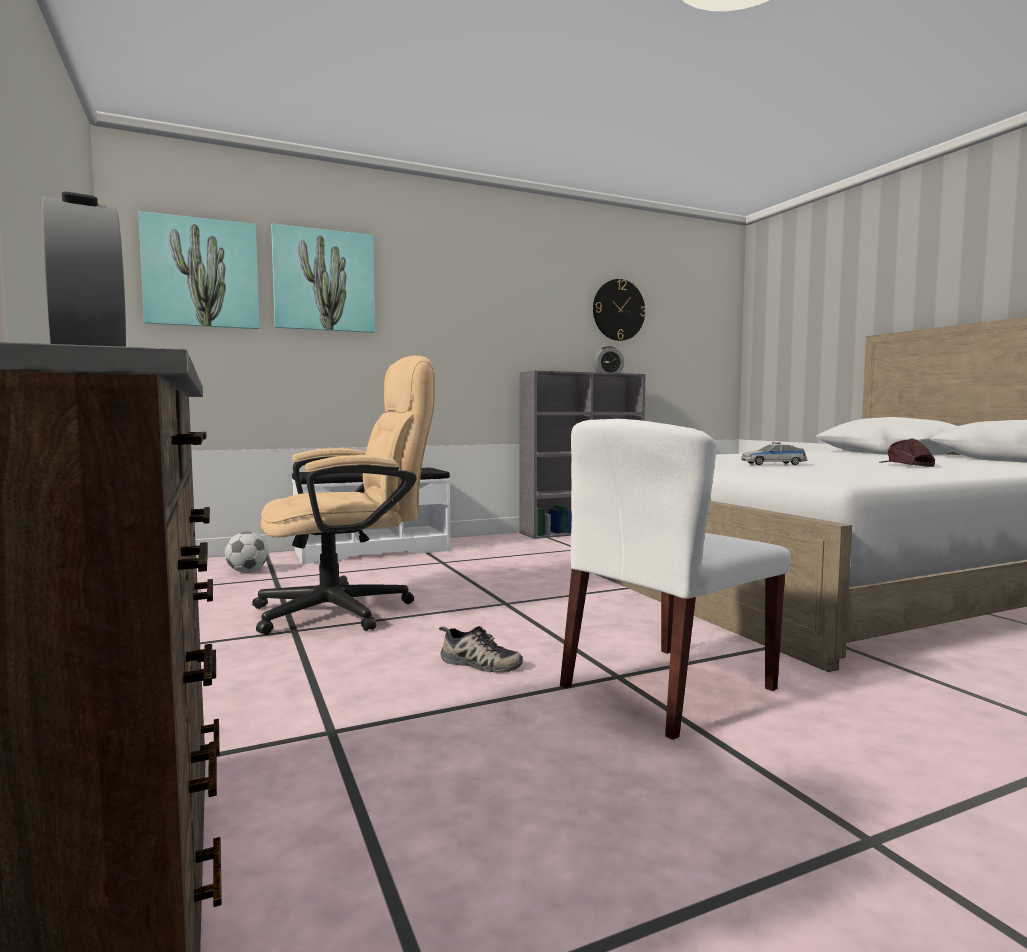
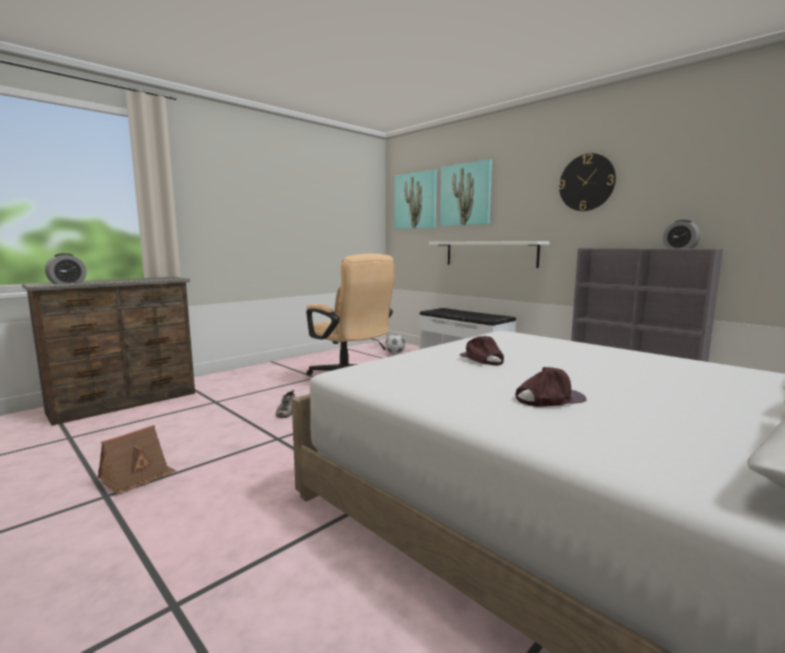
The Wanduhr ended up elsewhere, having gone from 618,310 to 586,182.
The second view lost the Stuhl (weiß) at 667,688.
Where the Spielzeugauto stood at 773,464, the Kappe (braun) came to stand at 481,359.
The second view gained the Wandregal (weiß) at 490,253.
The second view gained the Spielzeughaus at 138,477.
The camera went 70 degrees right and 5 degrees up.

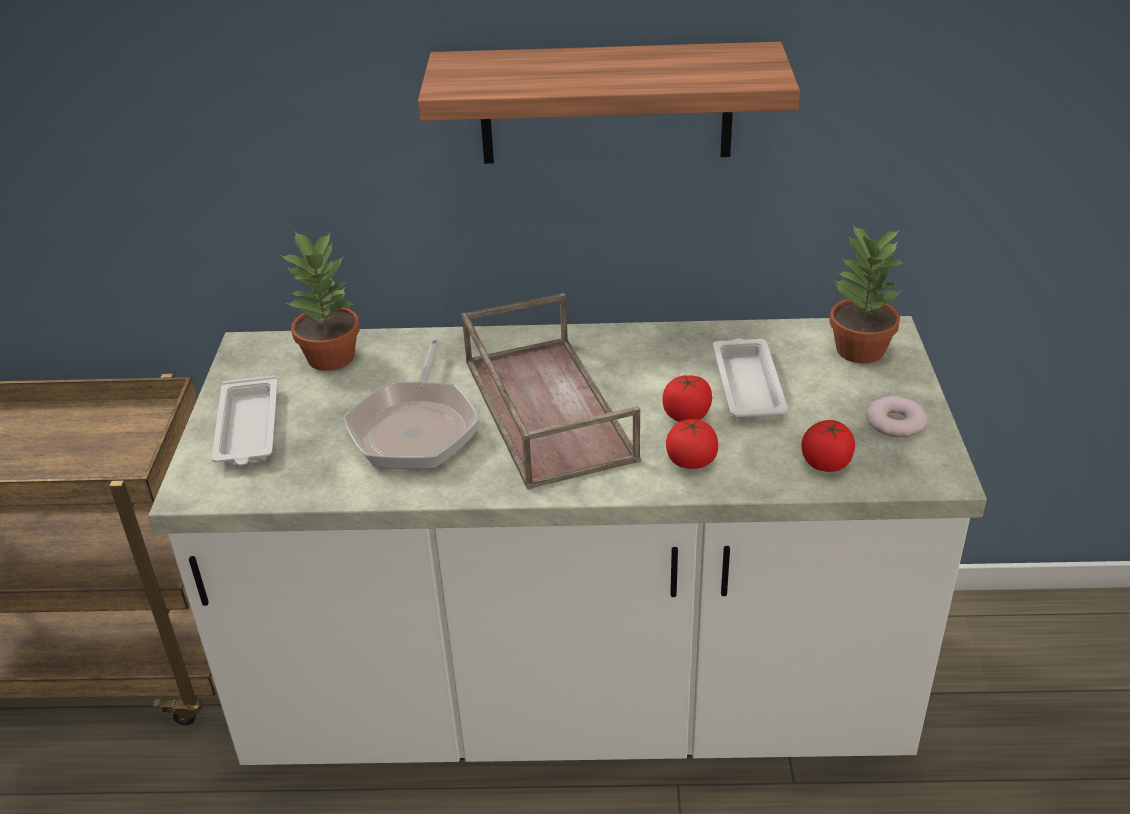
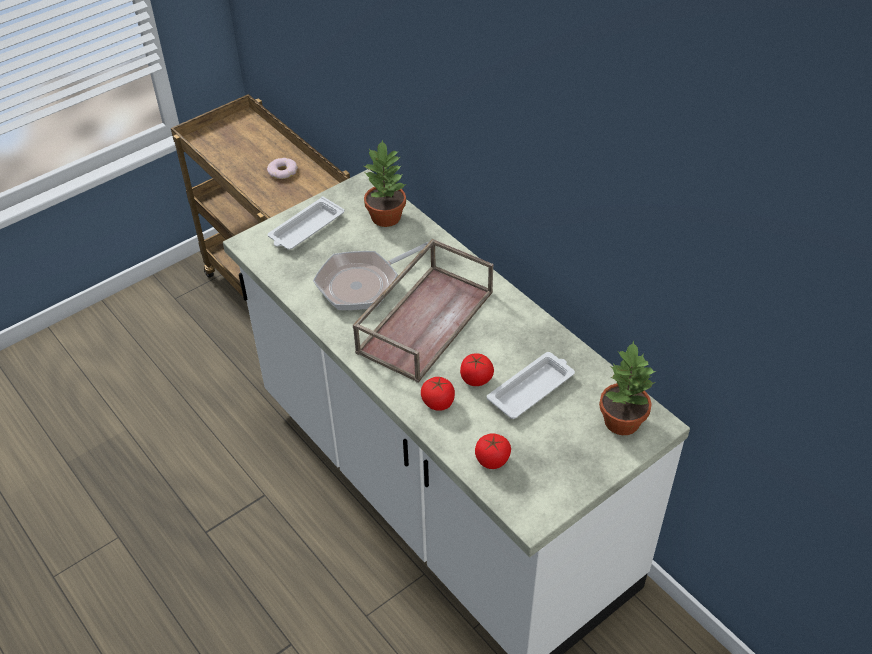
The second view lost the Wandregal at 606,104.
The Donut ended up elsewhere, having gone from 895,422 to 282,171.
The camera went 50 degrees right and 10 degrees up.

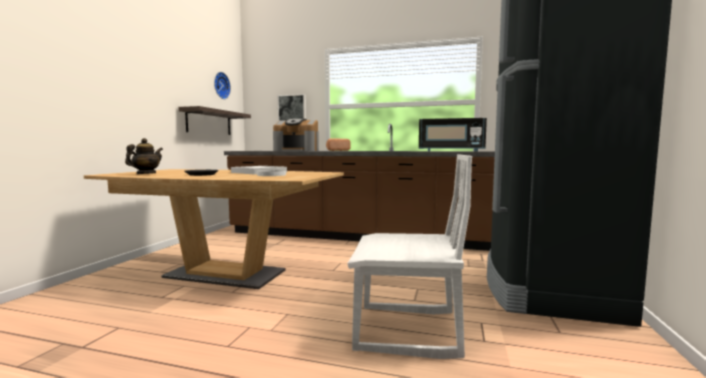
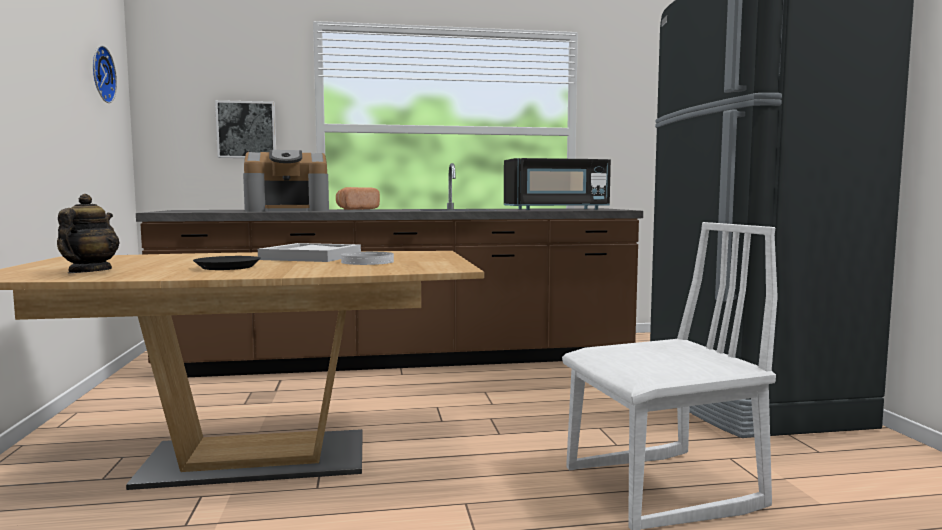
The second view lost the Wandregal at 209,122.
The camera went 25 degrees left and 0 degrees up.

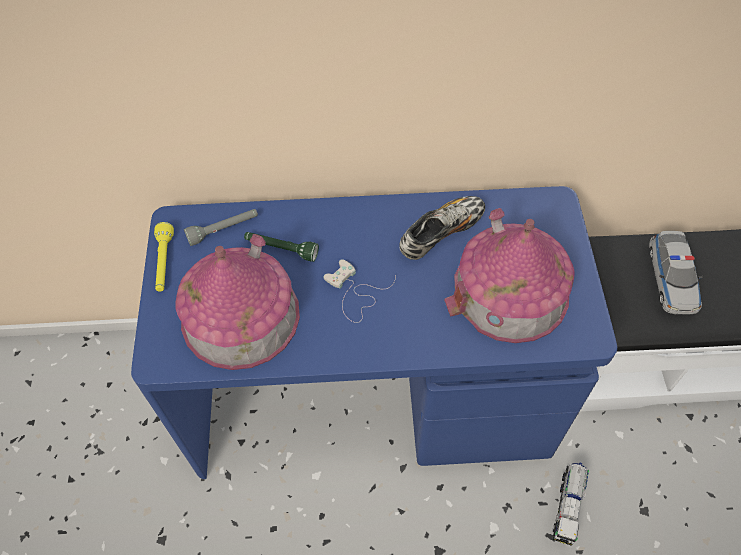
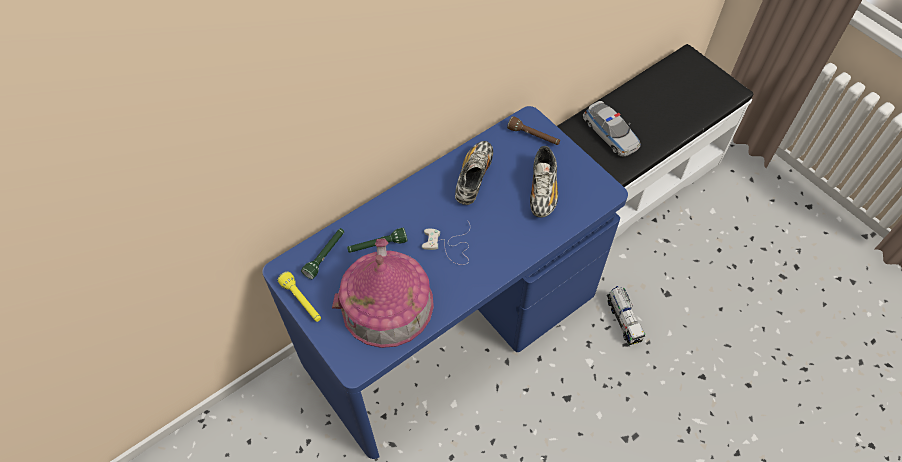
Where the Spielzeughaus stood at 510,291, the Schuh came to stand at 543,190.
What was the Taschenlampe (grau) at 223,230 turned into the Taschenlampe (grün) at 326,255.
The second view gained the Taschenlampe (braun) at 533,136.
The camera went 35 degrees left and 0 degrees up.

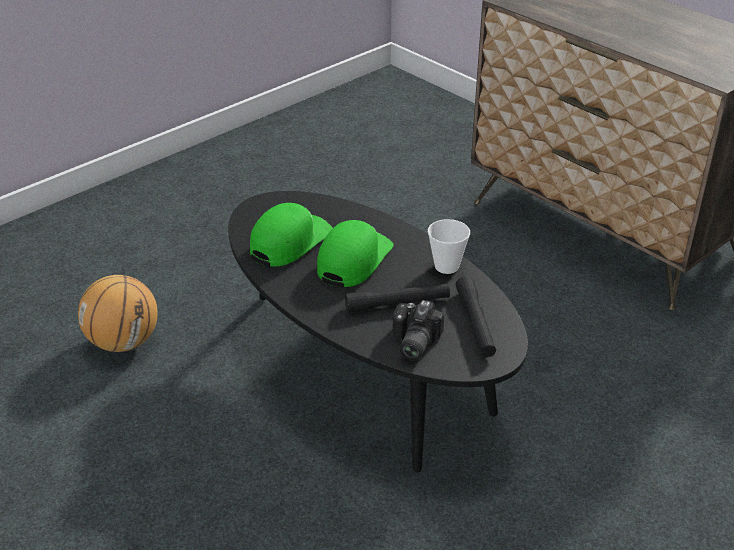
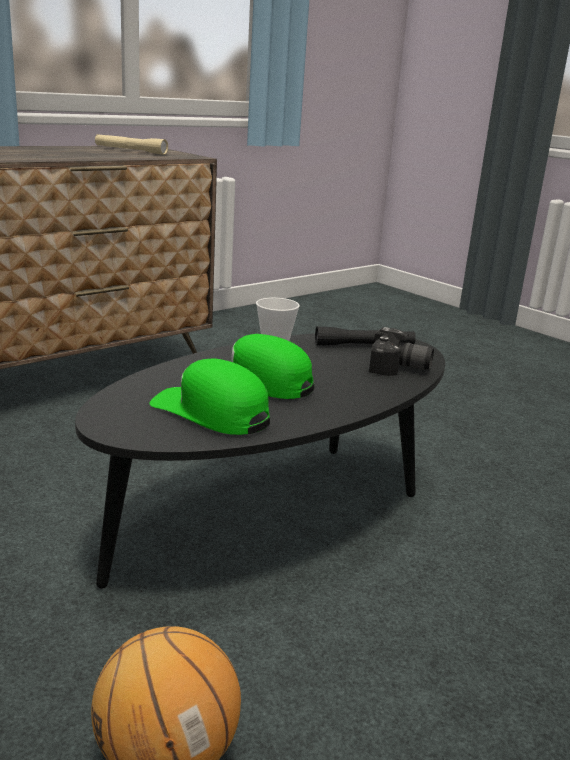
The second view lost the Taschenlampe (schwarz) at 397,304.
The second view gained the Taschenlampe (beige) at 130,151.
The camera went 90 degrees left and 15 degrees down.

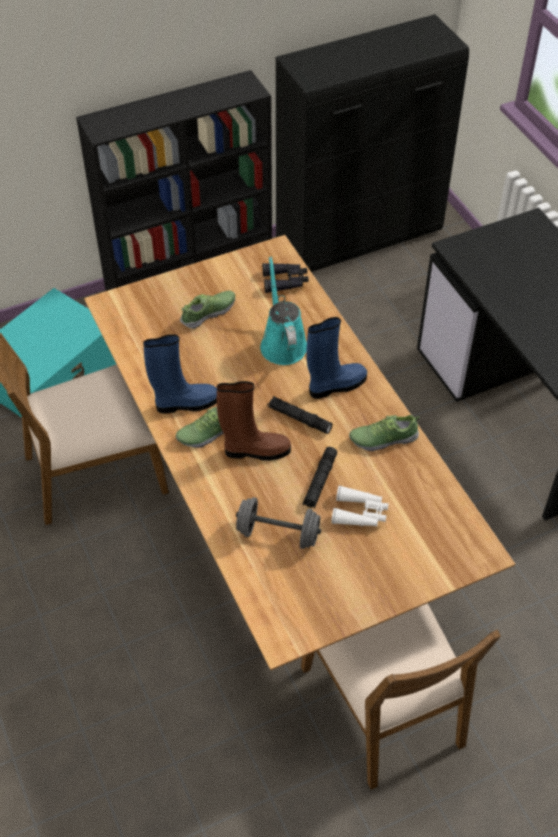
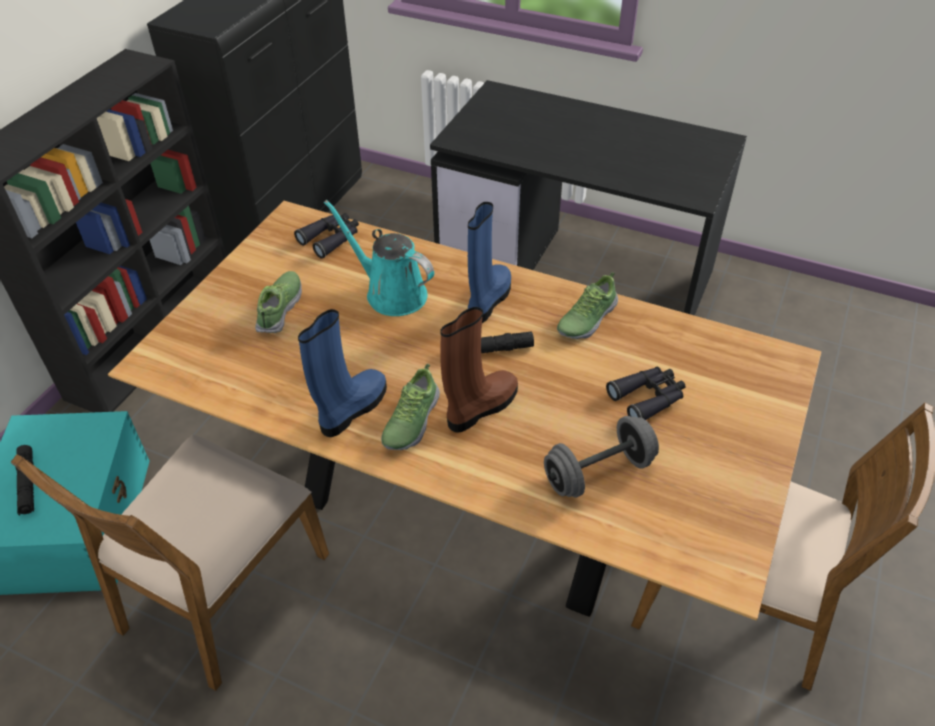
The Taschenlampe (schwarz) ended up elsewhere, having gone from 320,481 to 27,484.
What was the Fernglas (weiß) at 360,513 turned into the Fernglas (schwarz) at 648,398.
The camera went 40 degrees left and 5 degrees down.

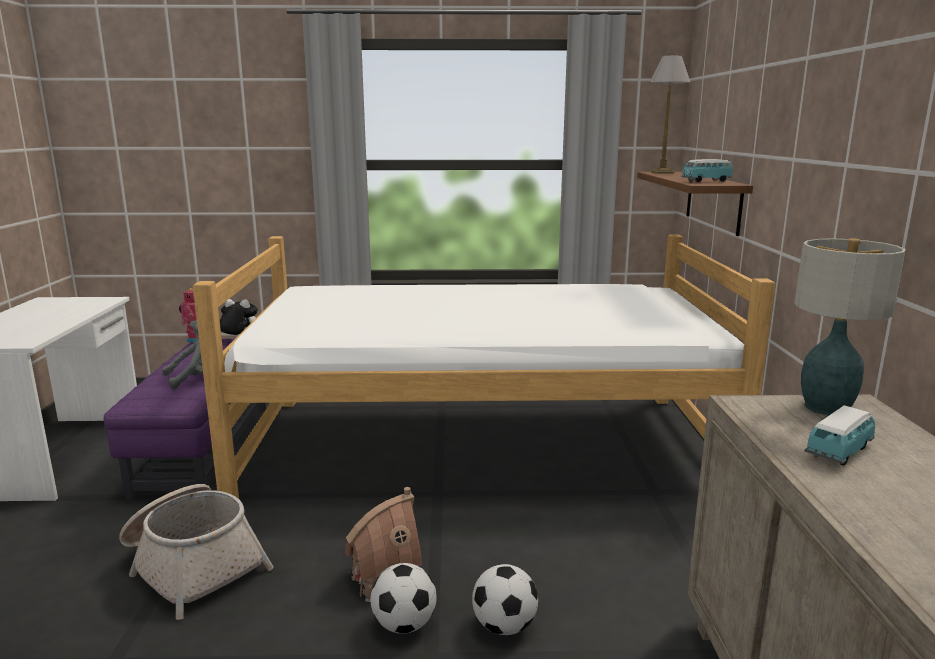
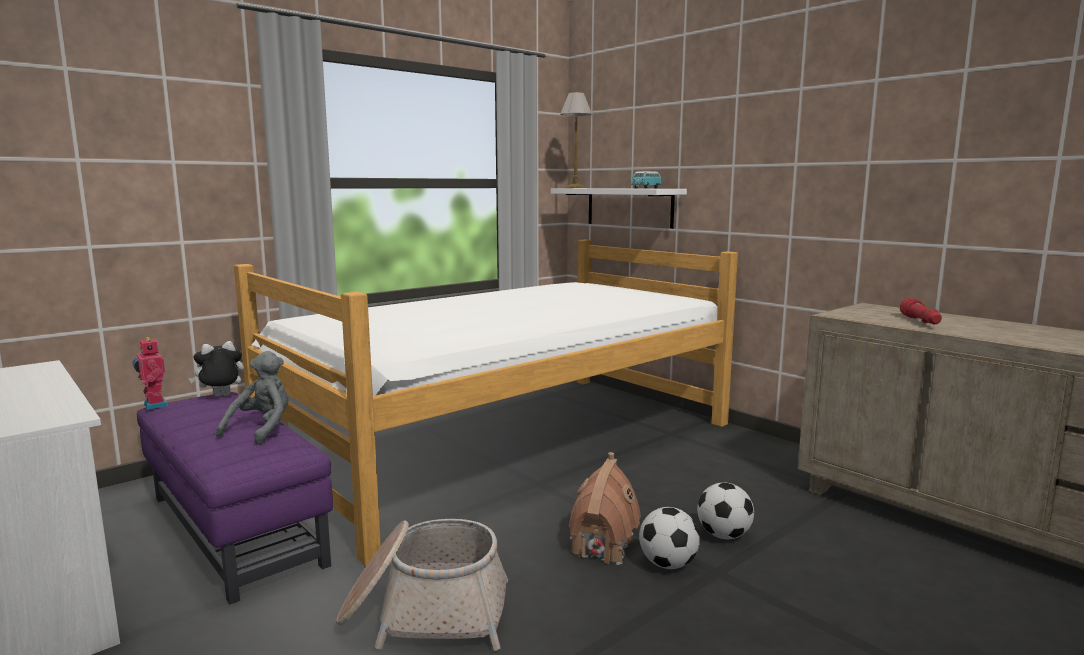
What was the Wandregal (braun) at 713,201 turned into the Wandregal (weiß) at 629,207.
The second view lost the Tischlampe at 826,408.
Where the Spielzeugauto stood at 838,451, the Taschenlampe (rot) came to stand at 921,322.
The camera went 40 degrees left and 5 degrees down.

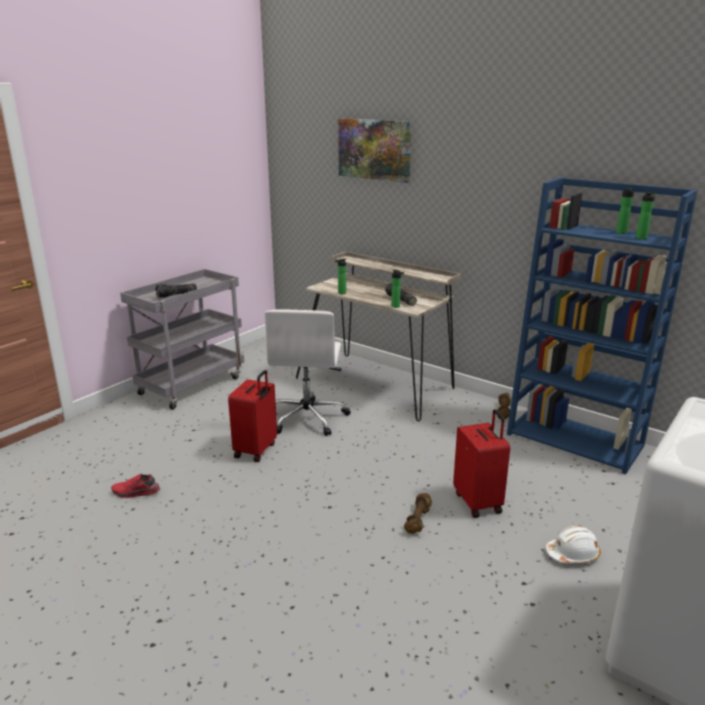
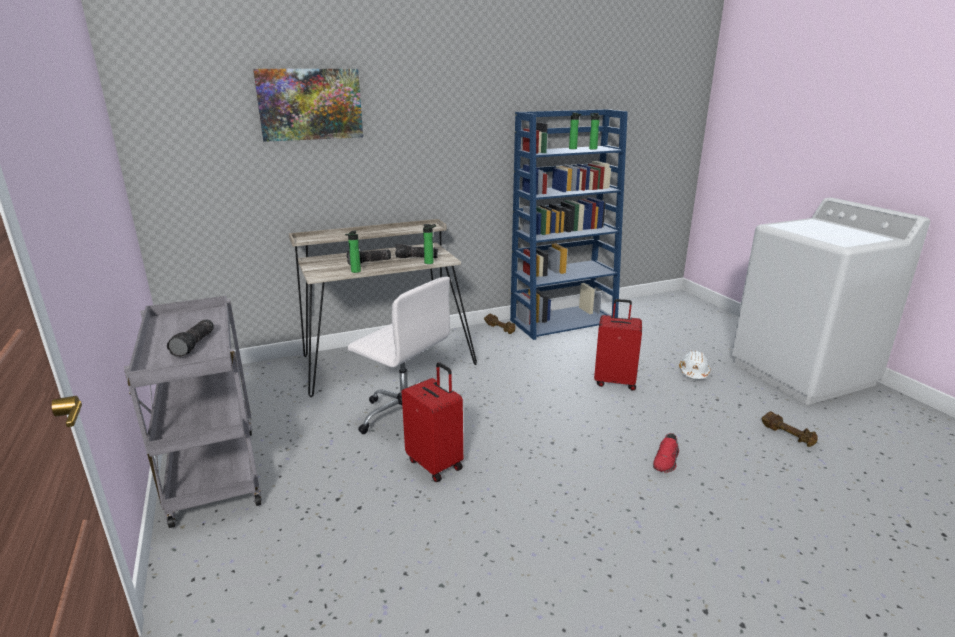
The Schuh (rot) ended up elsewhere, having gone from 135,493 to 666,461.
The Hantel (braun) ended up elsewhere, having gone from 418,520 to 788,435.
The second view gained the Taschenlampe at 369,262.
The camera went 60 degrees left and 0 degrees up.

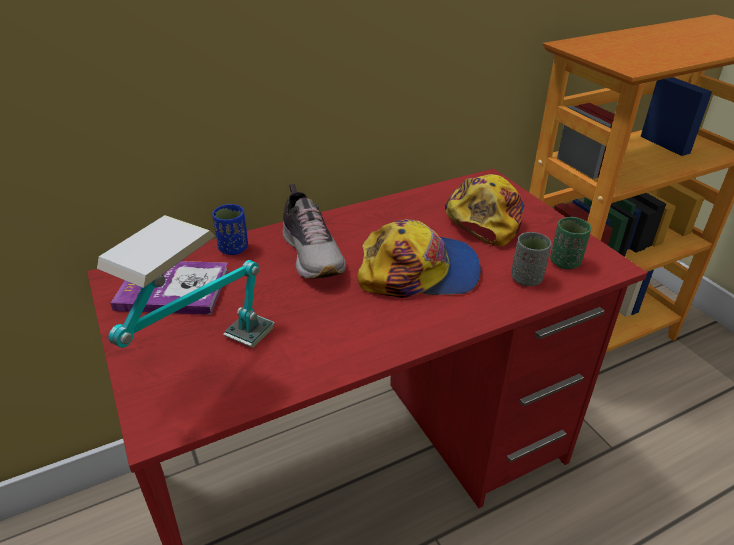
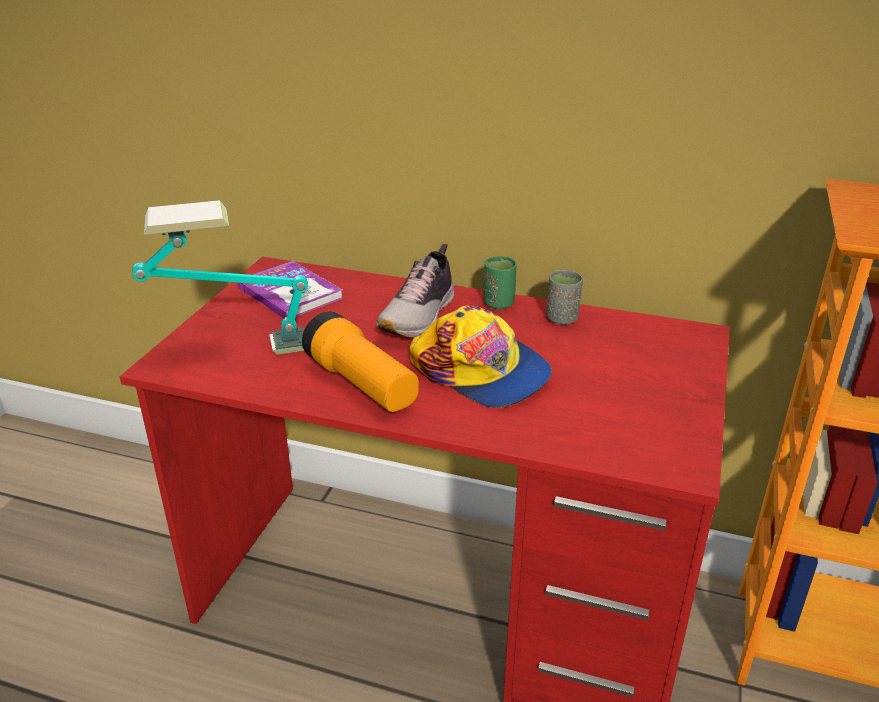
The second view lost the Kappe at 485,216.
The second view lost the Tasse (blau) at 233,248.
The Tasse (grün) ended up elsewhere, having gone from 565,262 to 498,303.
The Tasse (grau) ended up elsewhere, having gone from 526,279 to 562,319.
The second view gained the Taschenlampe at 361,384.
The camera went 45 degrees right and 5 degrees down.

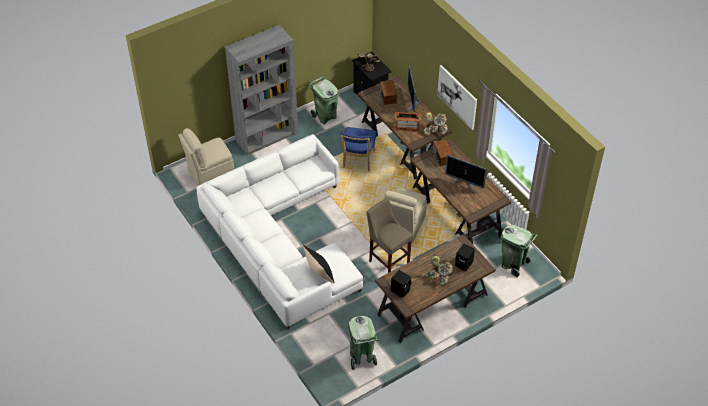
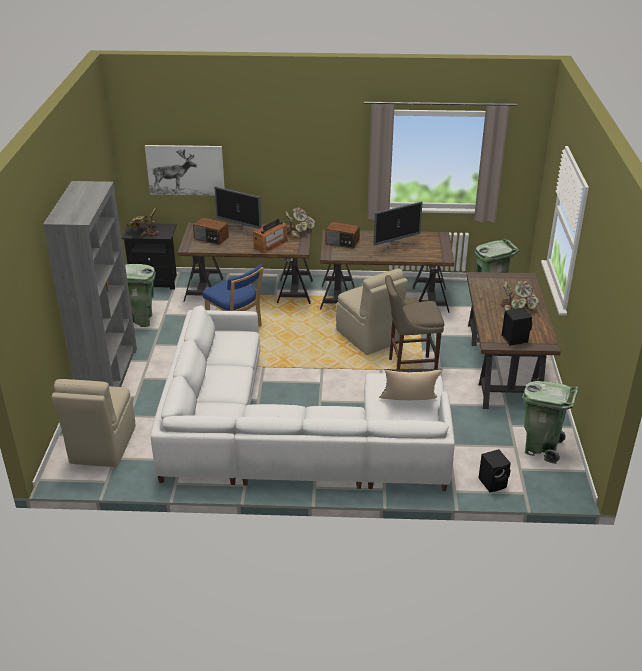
The Bild ended up elsewhere, having gone from 457,97 to 185,170.
The Lautsprecher (schwarz) ended up elsewhere, having gone from 464,264 to 493,483.
The camera went 55 degrees left and 15 degrees down.

